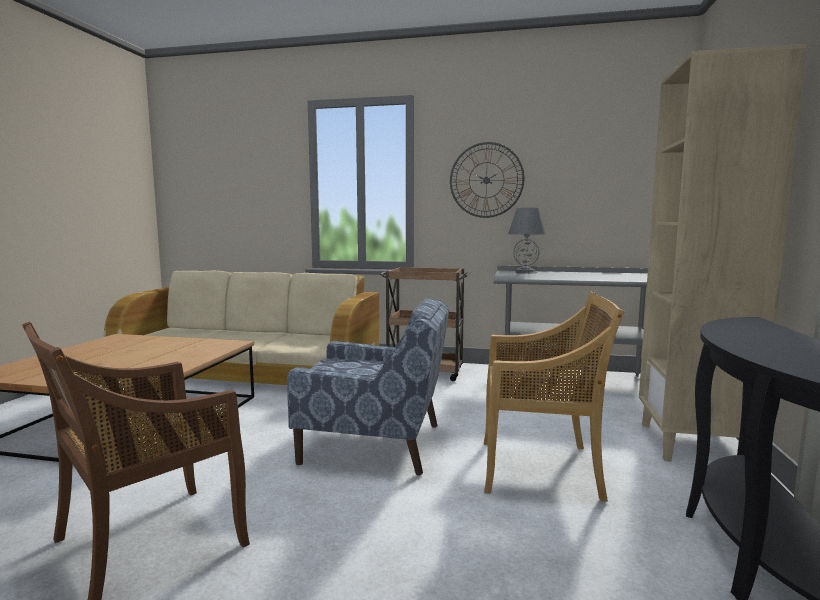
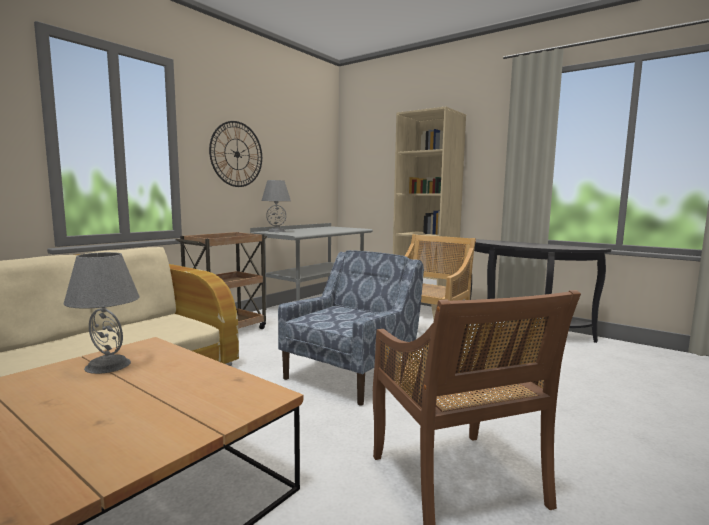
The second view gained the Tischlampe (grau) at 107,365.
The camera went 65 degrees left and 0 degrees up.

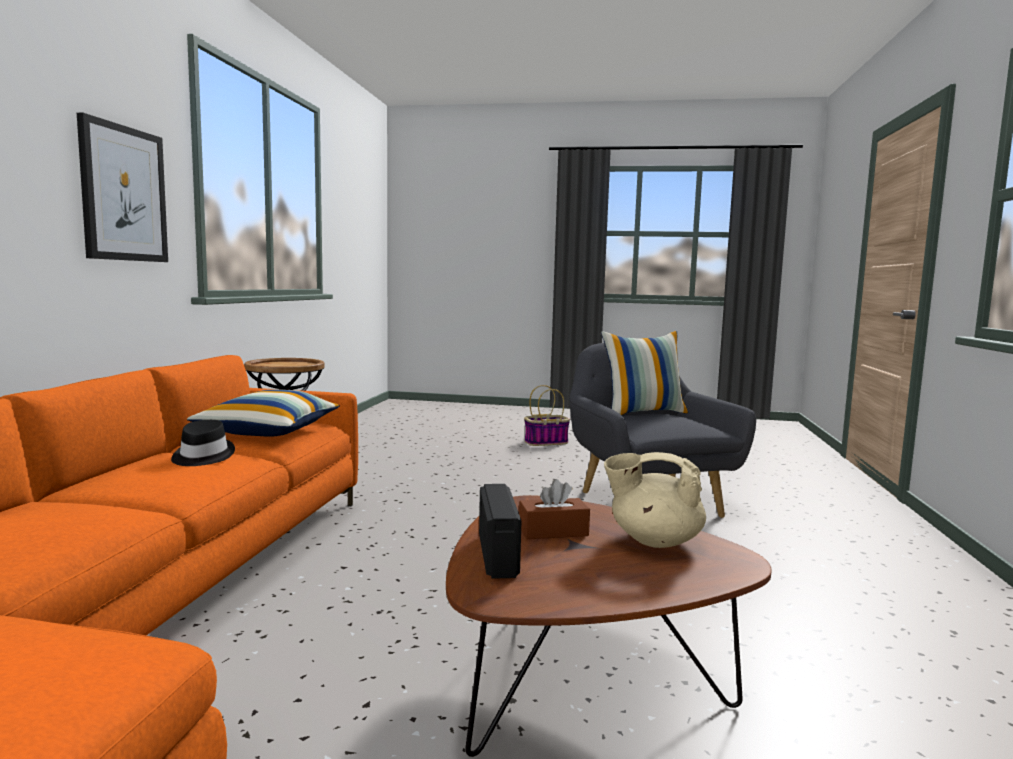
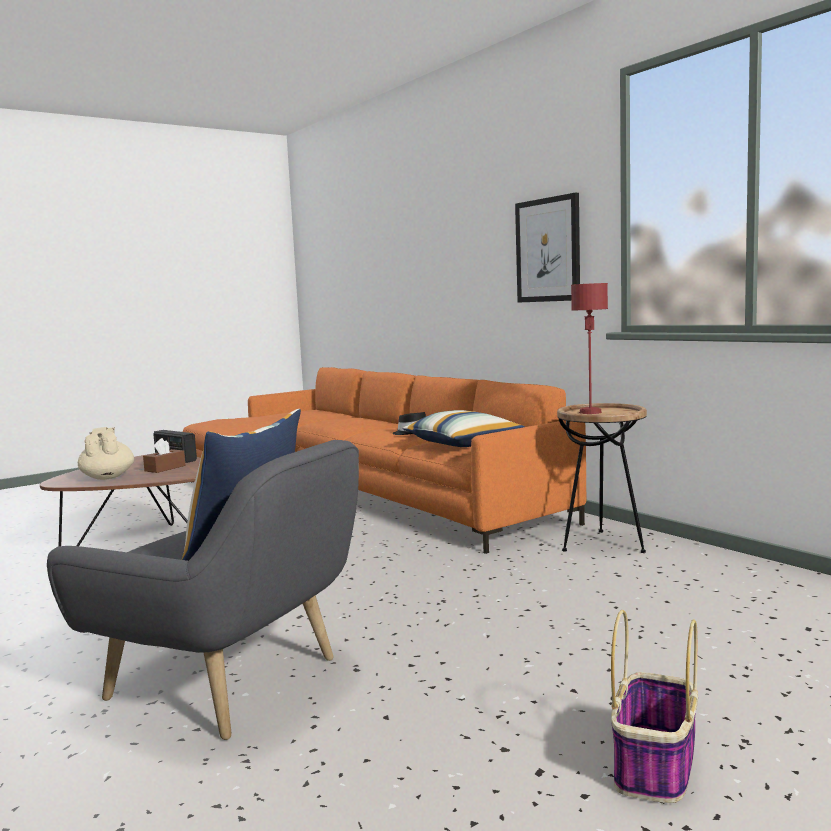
The Teekanne (beige) at 653,541 ended up facing another way, 75 degrees counterclockwise from before.
The second view gained the Tischlampe (rot) at 590,412.
The camera went 135 degrees right and 0 degrees up.

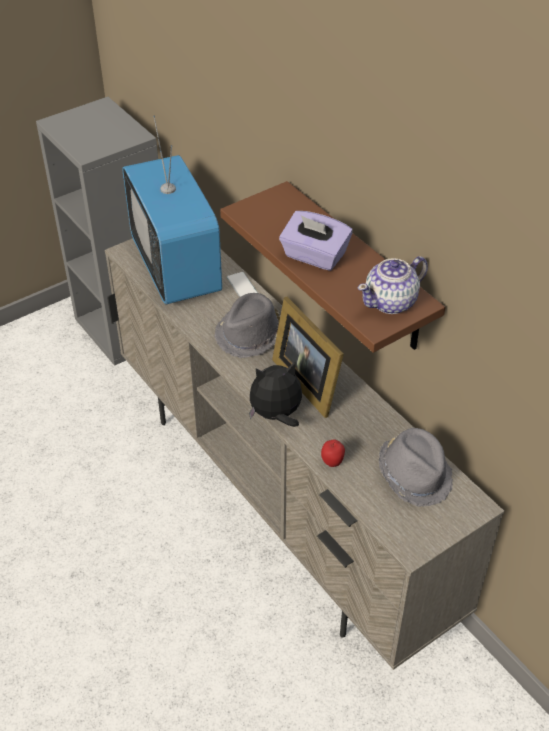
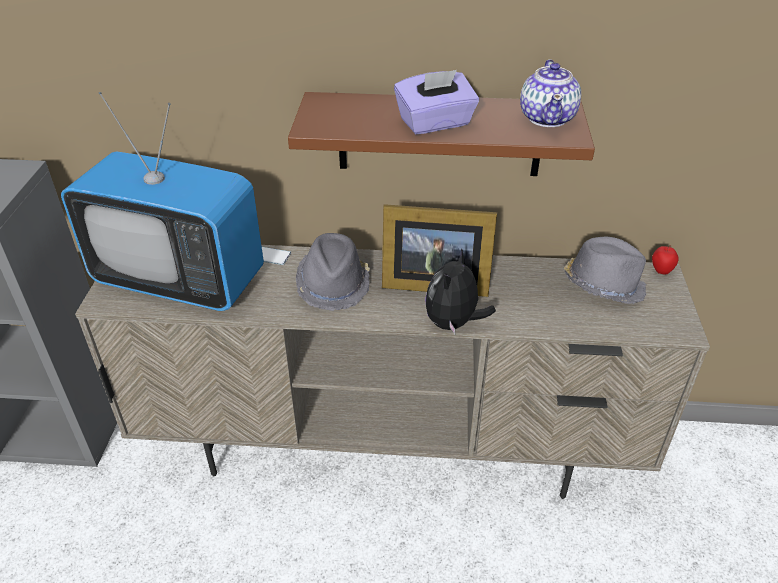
The Apfel ended up elsewhere, having gone from 332,462 to 661,271.
The camera went 50 degrees left and 5 degrees down.

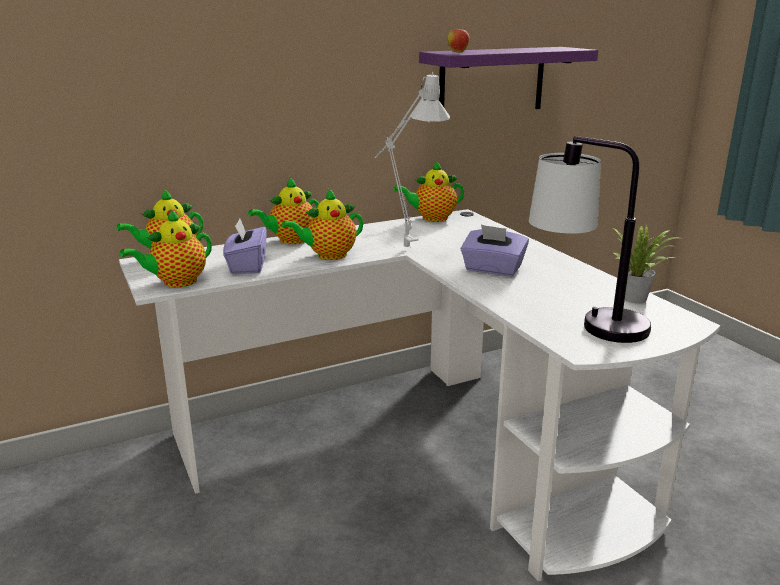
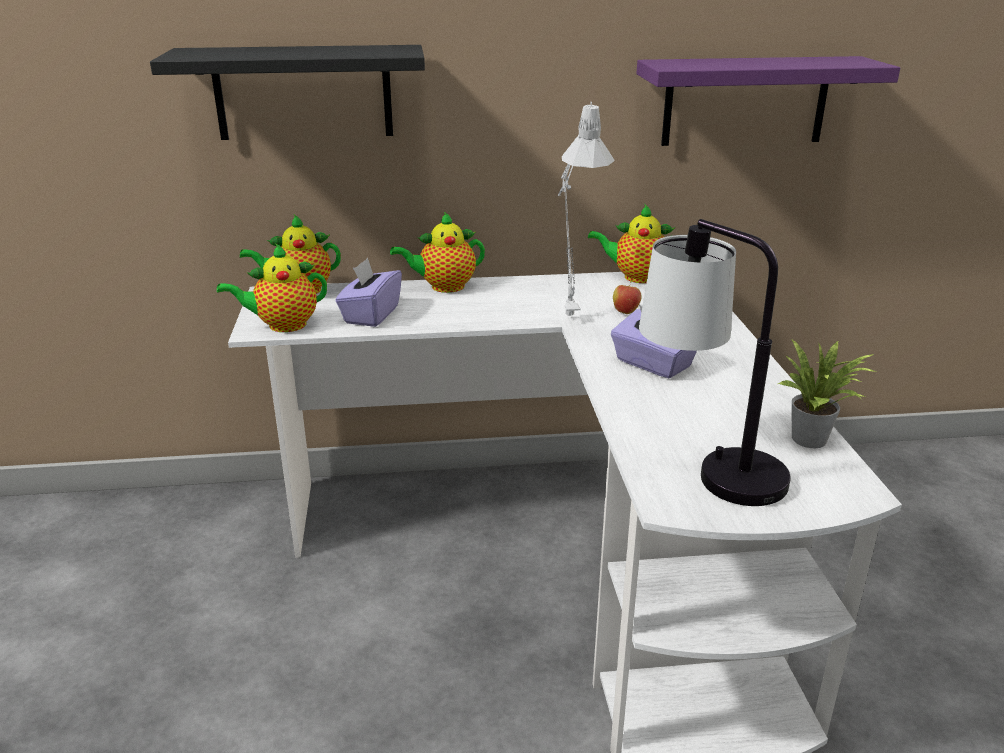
The Apfel ended up elsewhere, having gone from 457,52 to 626,312.
The second view lost the Teekanne at 328,255.
The second view gained the Wandregal (schwarz) at 303,92.
The camera went 20 degrees right and 5 degrees up.

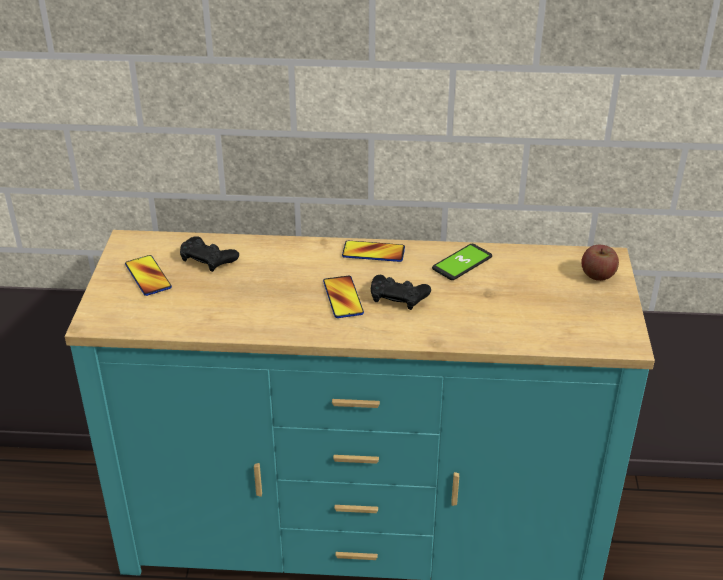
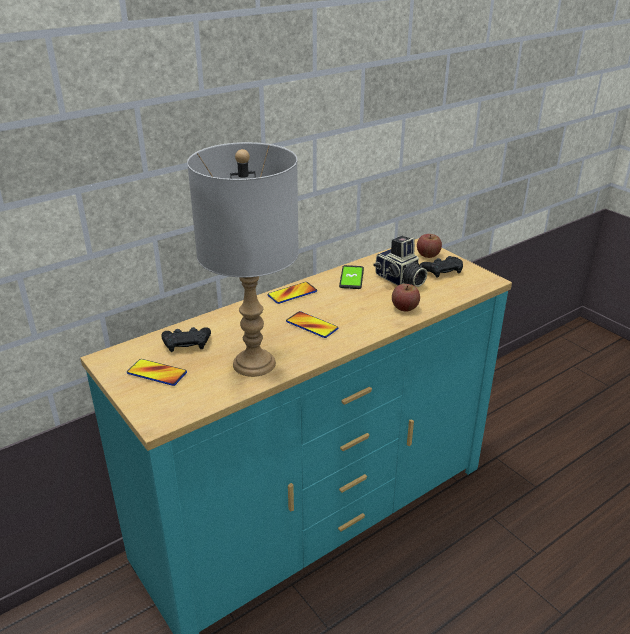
The Gamepad (schwarz) ended up elsewhere, having gone from 398,297 to 442,271.
The second view gained the Tischlampe (grau) at 254,363.
The second view gained the Kamera at 399,280.
The second view gained the Apfel at 405,307.
The camera went 40 degrees left and 5 degrees down.

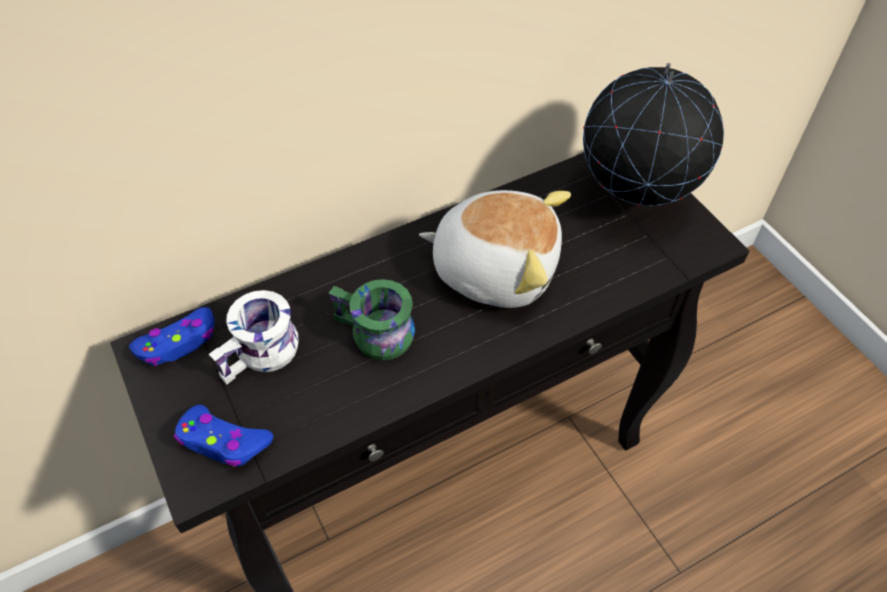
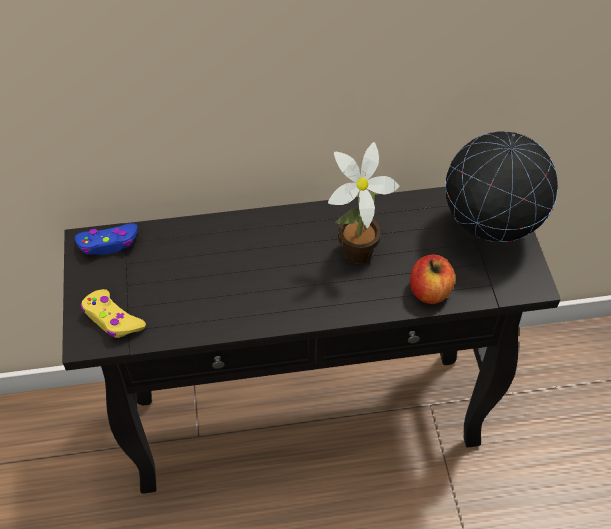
Where the Plüschtier stood at 495,267, the Topfpflanze came to stand at 353,254.
The second view lost the Henkelbecher (grün) at 373,336.
The second view lost the Henkelbecher (weiß) at 263,356.
What was the Gamepad (blau) at 223,442 turned into the Gamepad (gelb) at 112,319.
The second view gained the Apfel at 430,291.
The camera went 20 degrees right and 0 degrees up.

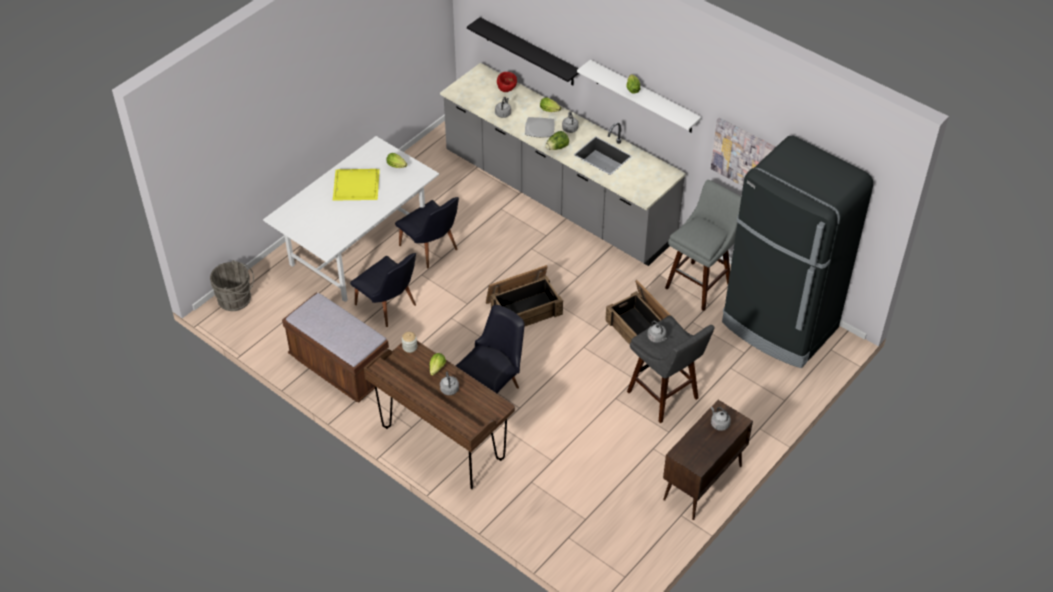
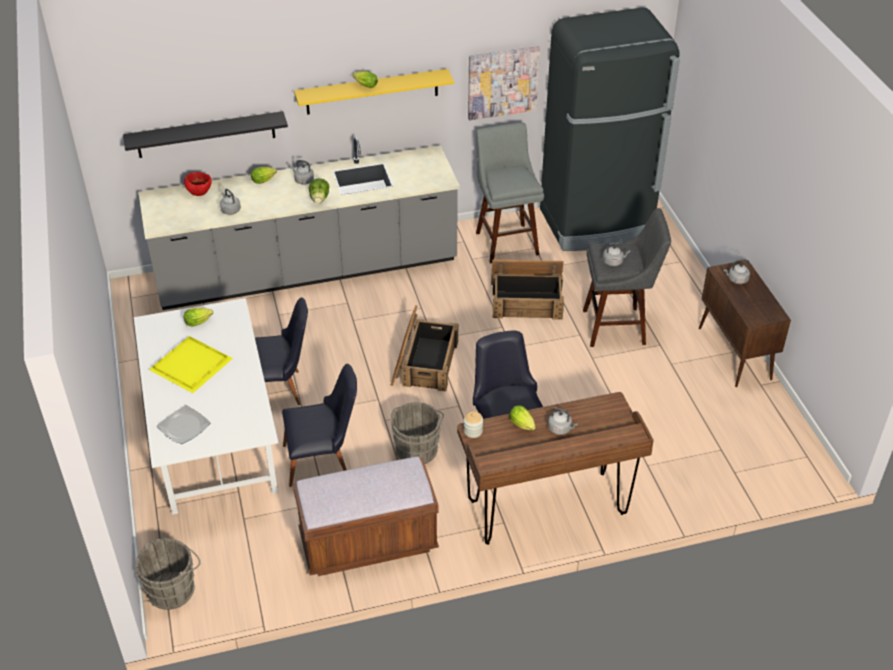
What was the Wandregal (weiß) at 644,97 turned into the Wandregal (gelb) at 372,92.
The Teller ended up elsewhere, having gone from 539,128 to 183,426.
The second view gained the Eimer (grau) at 417,448.
The camera went 55 degrees left and 5 degrees down.

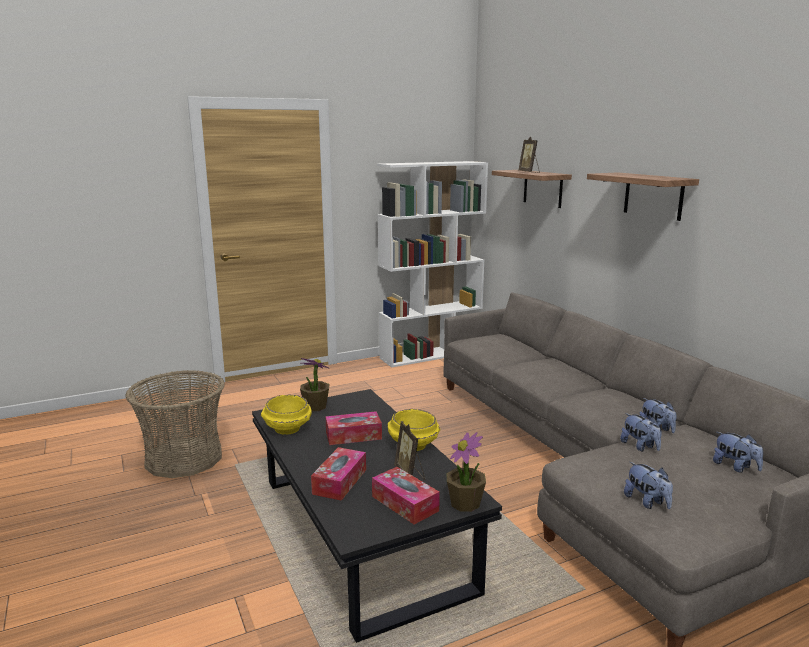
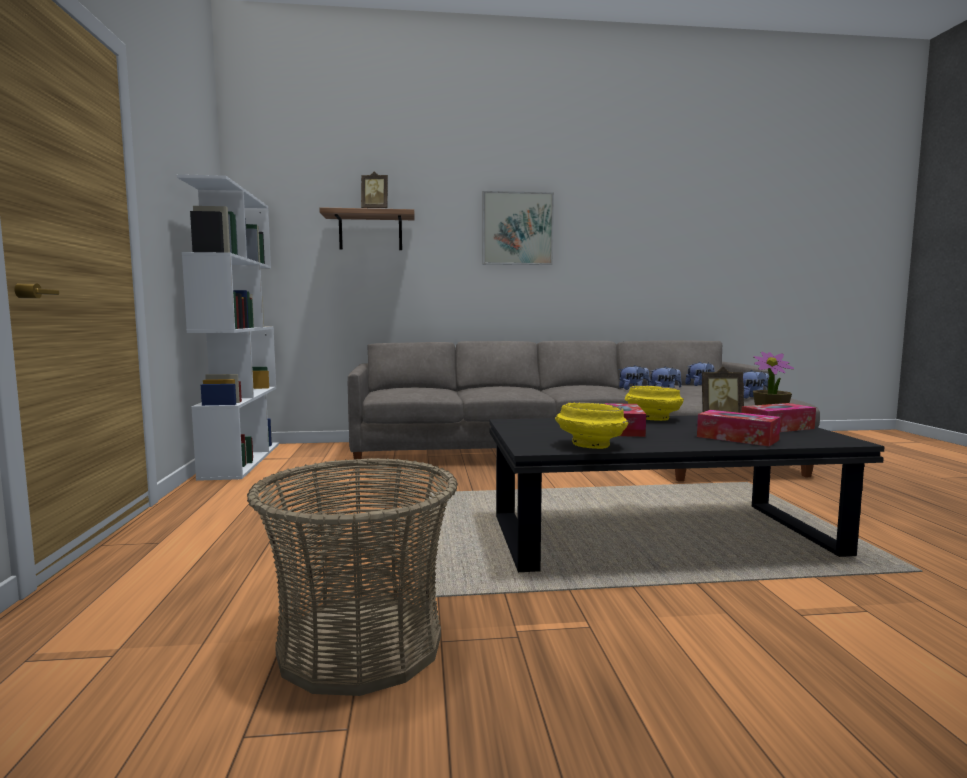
Where the Wandregal hung at 653,196, the Bild came to hang at 517,228.
The second view lost the Topfpflanze at 315,407.
The camera went 70 degrees left and 10 degrees down.

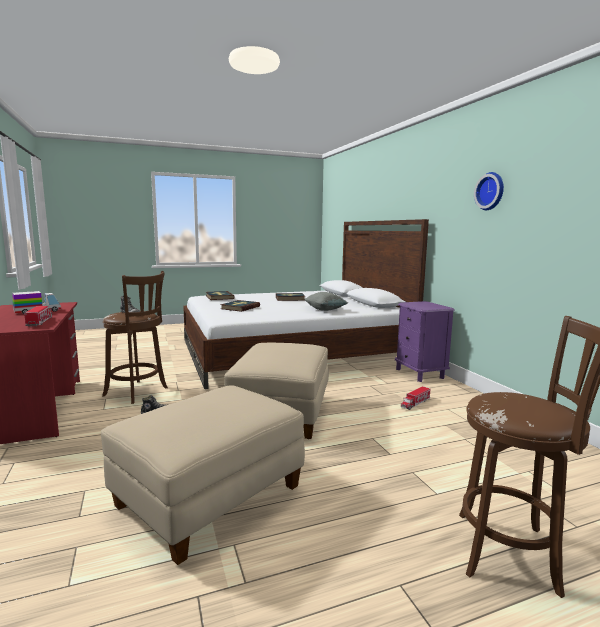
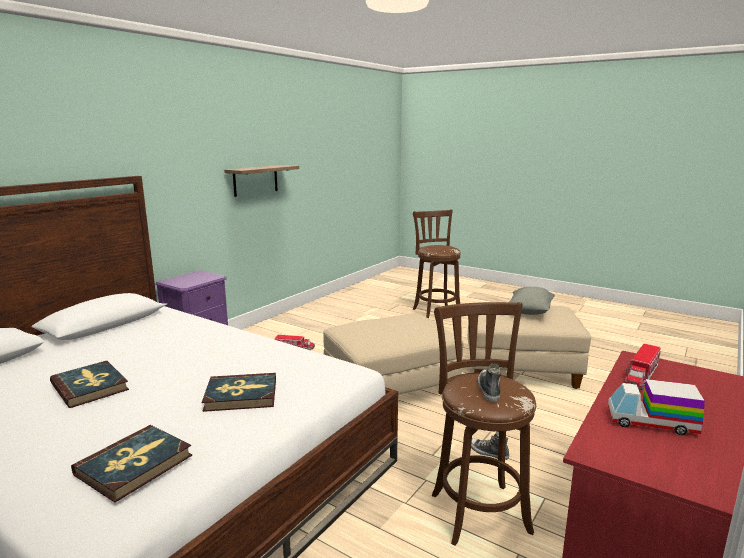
The second view lost the Wanduhr at 491,191.
The Kissen (grau) ended up elsewhere, having gone from 325,310 to 529,312.
The second view gained the Wandregal at 255,180.
The camera went 125 degrees left and 5 degrees up.

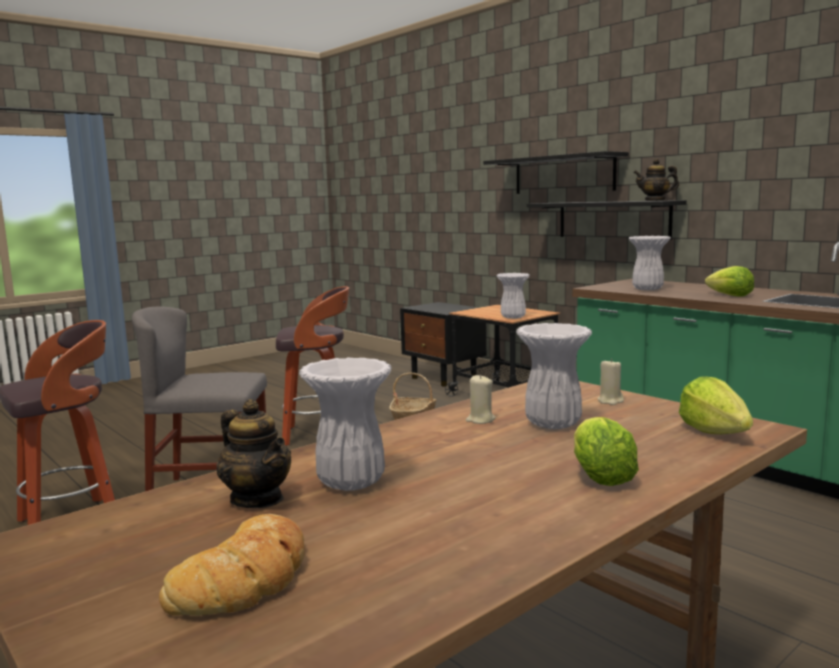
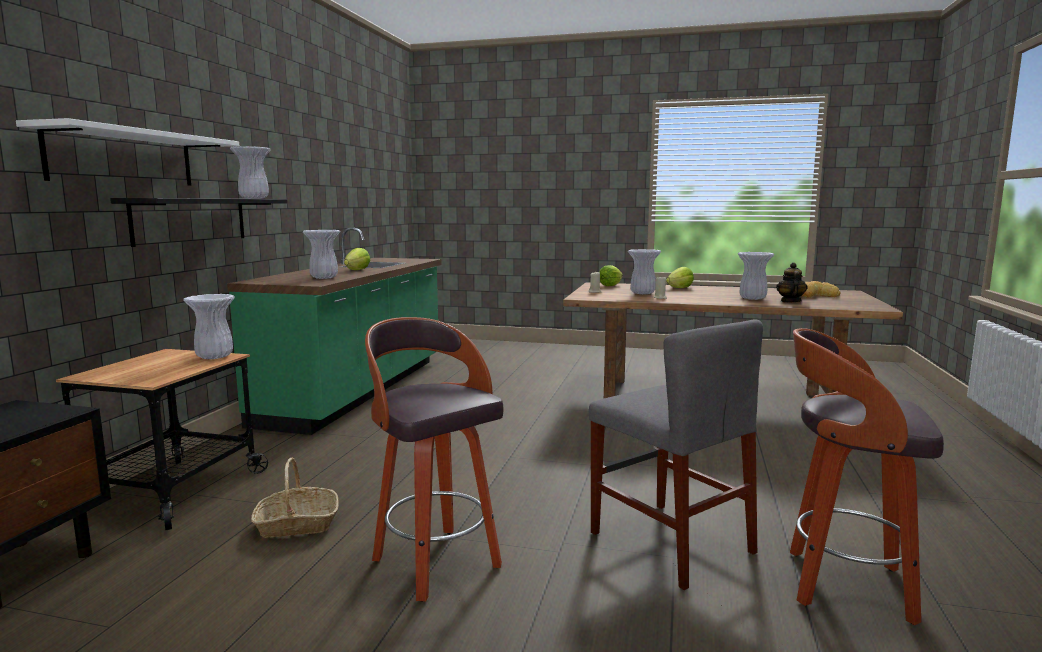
What was the Wandregal (schwarz) at 563,174 turned into the Wandregal (weiß) at 123,158.
Where the Teekanne stood at 655,200, the Vase (weiß) came to stand at 254,198.
The camera went 125 degrees left and 0 degrees up.

